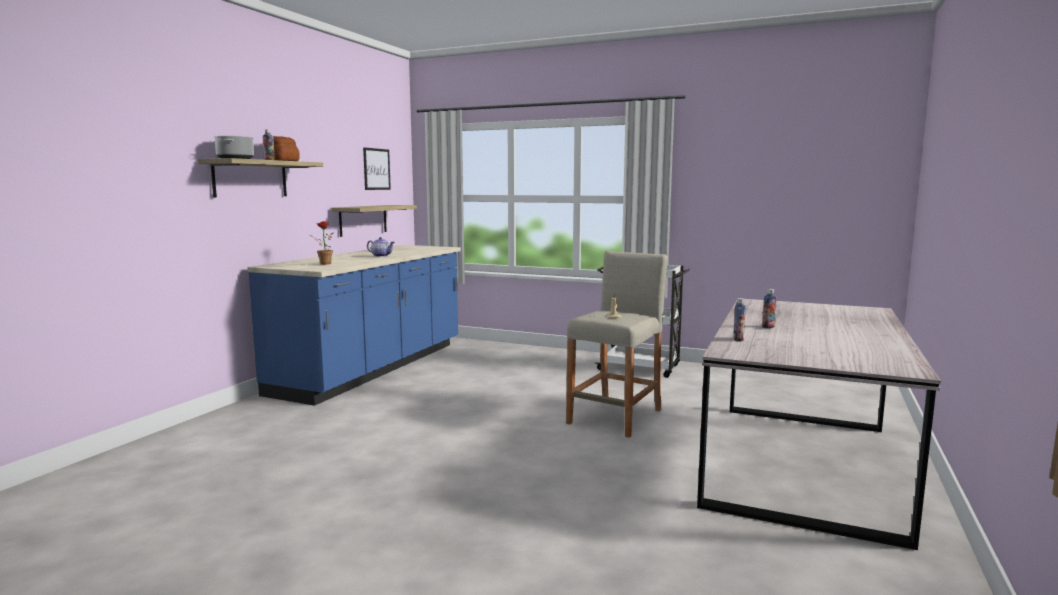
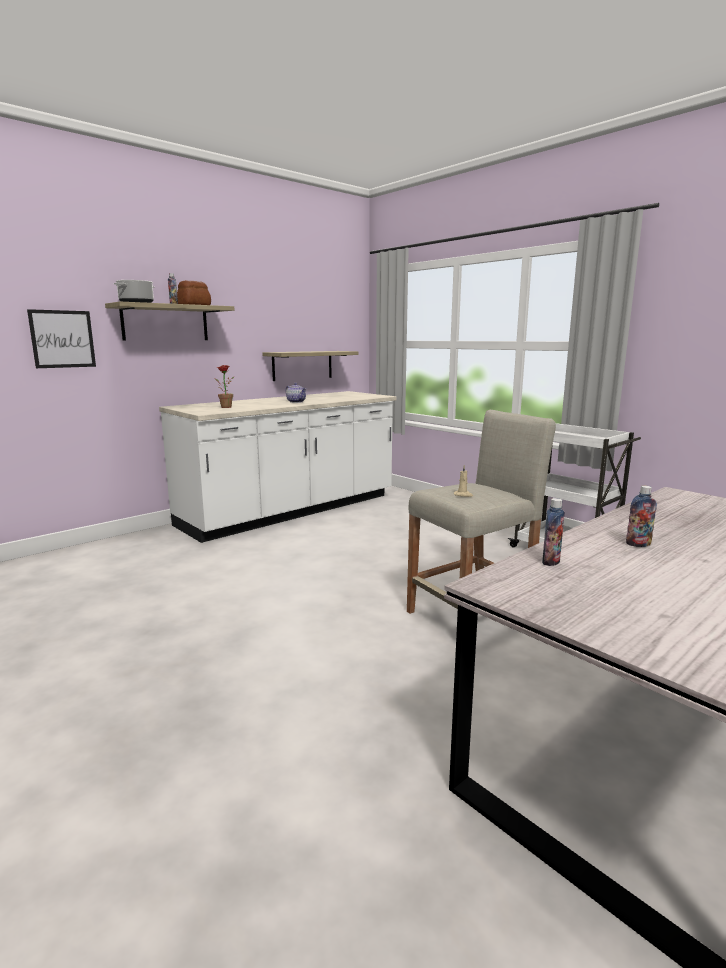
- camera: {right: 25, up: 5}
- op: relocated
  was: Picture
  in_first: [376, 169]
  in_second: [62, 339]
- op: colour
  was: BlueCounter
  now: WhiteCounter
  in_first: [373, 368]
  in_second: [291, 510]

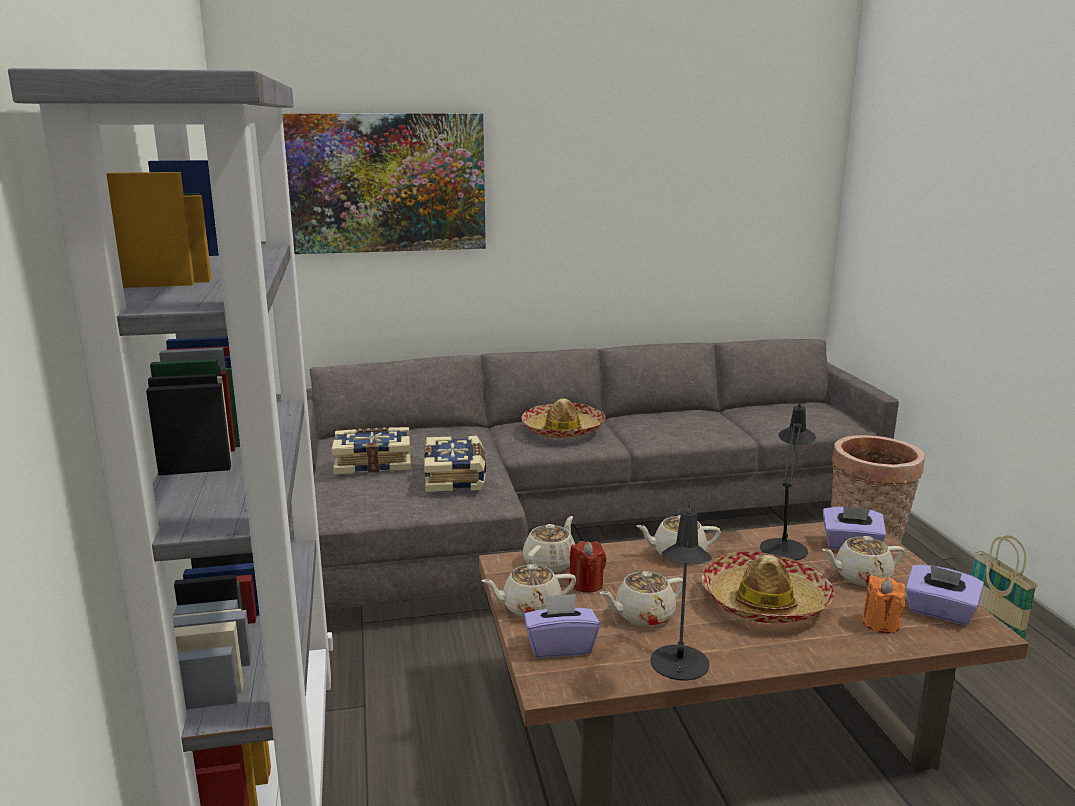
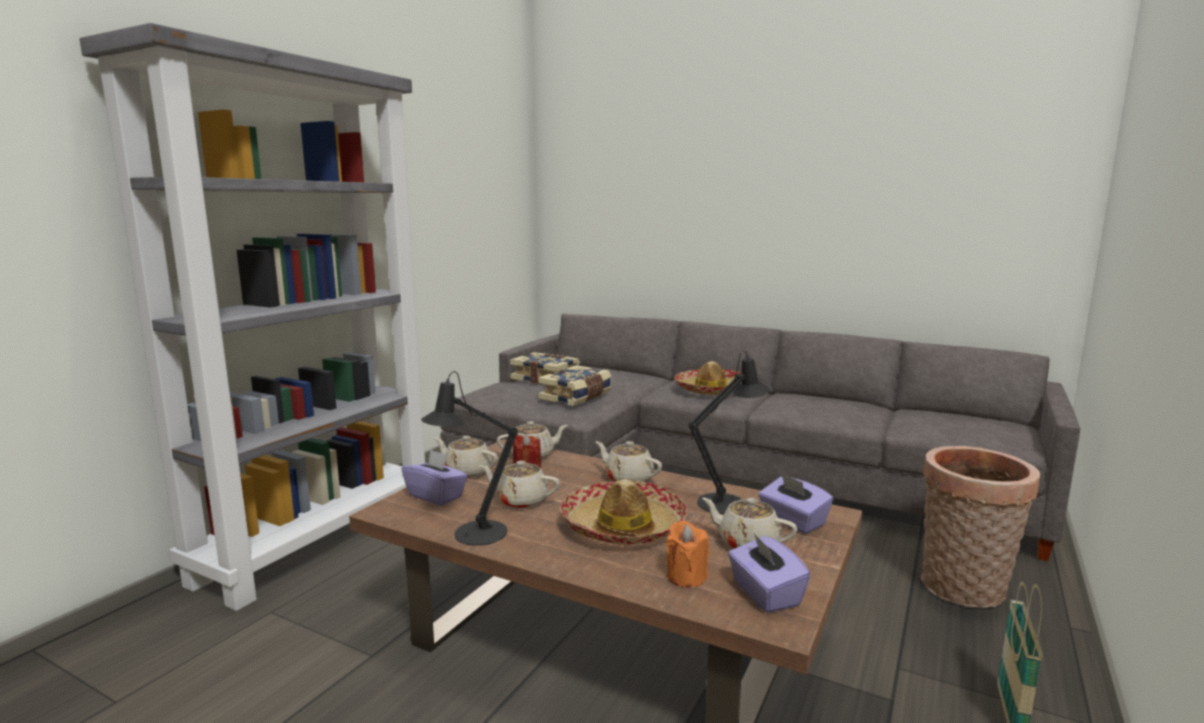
- camera: {right: 40, up: -5}
- op: missing
  was: Picture
  in_first: [384, 183]

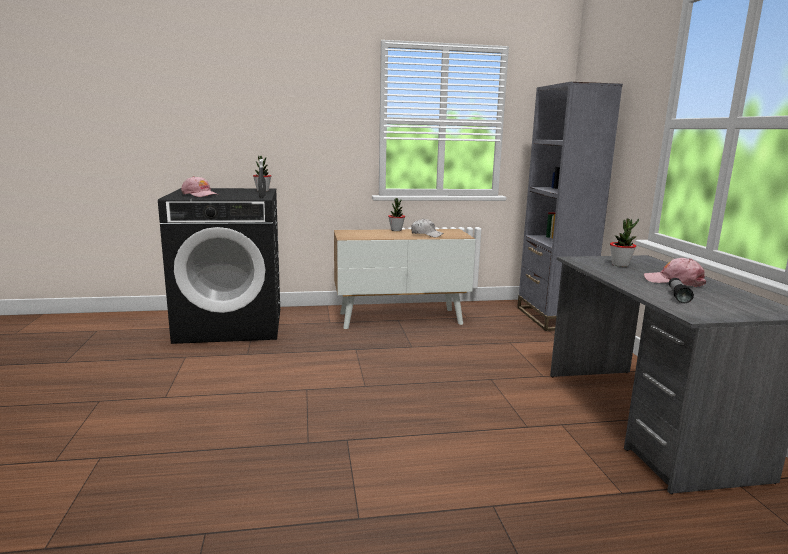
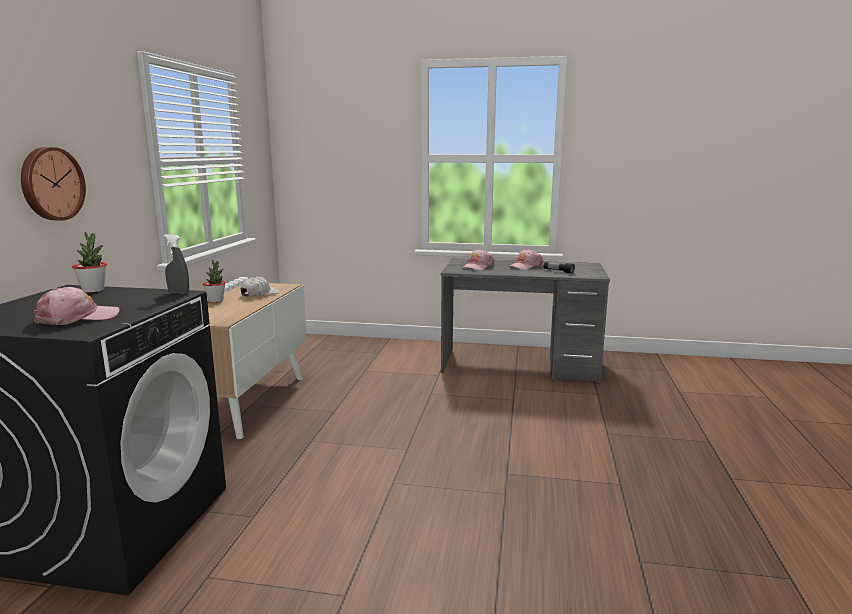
- camera: {right: -70, up: 0}
- op: appeared
  now: WallClock
  in_second: [51, 184]
- op: exchanged
  was: PottedPlant
  now: PinkCap
  in_first: [620, 265]
  in_second: [477, 266]
- op: missing
  was: GreyBookcase
  in_first: [552, 318]

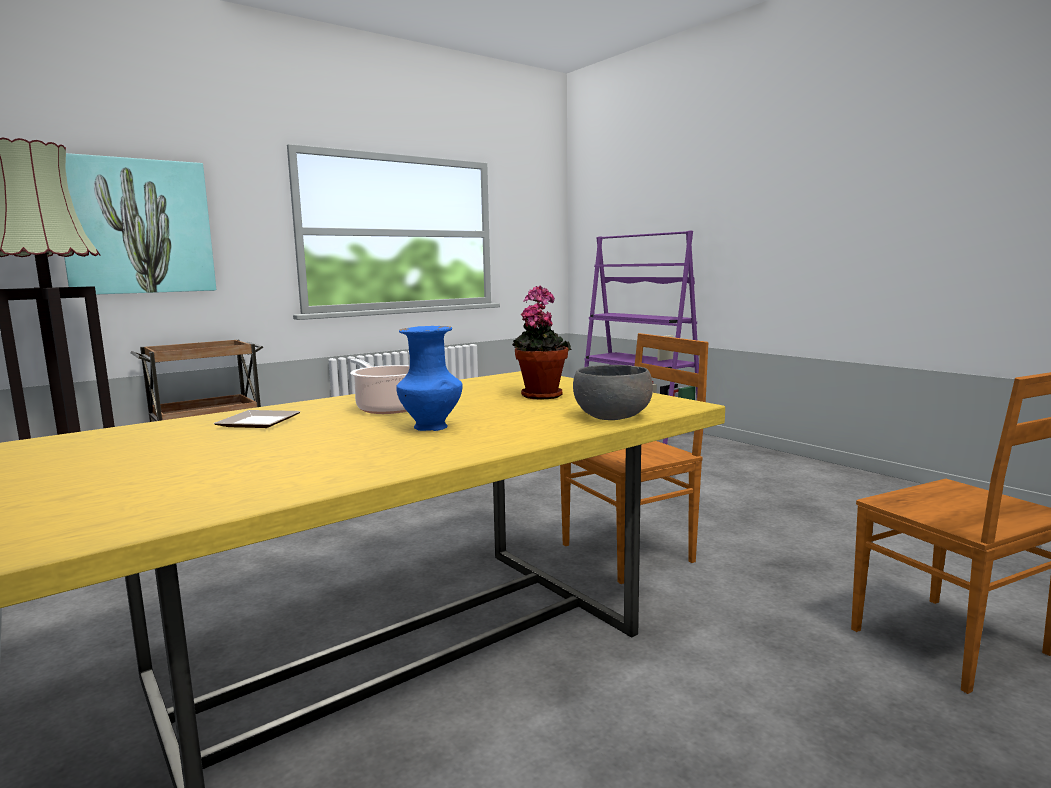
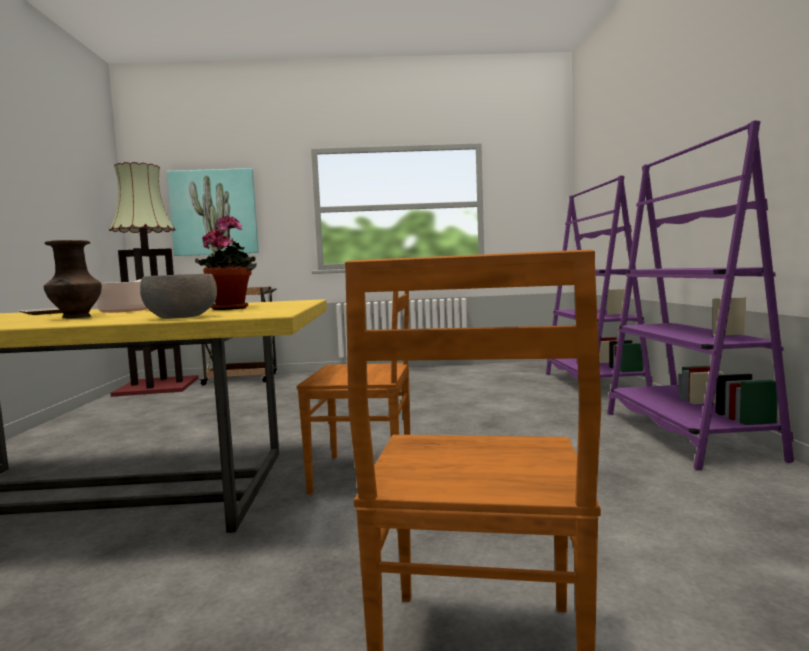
- camera: {right: 35, up: -5}
- op: colour
  was: BlueVase
  now: BrownVase
  in_first: [432, 428]
  in_second: [76, 317]
- op: appeared
  now: PurpleBookcase
  in_second: [686, 435]

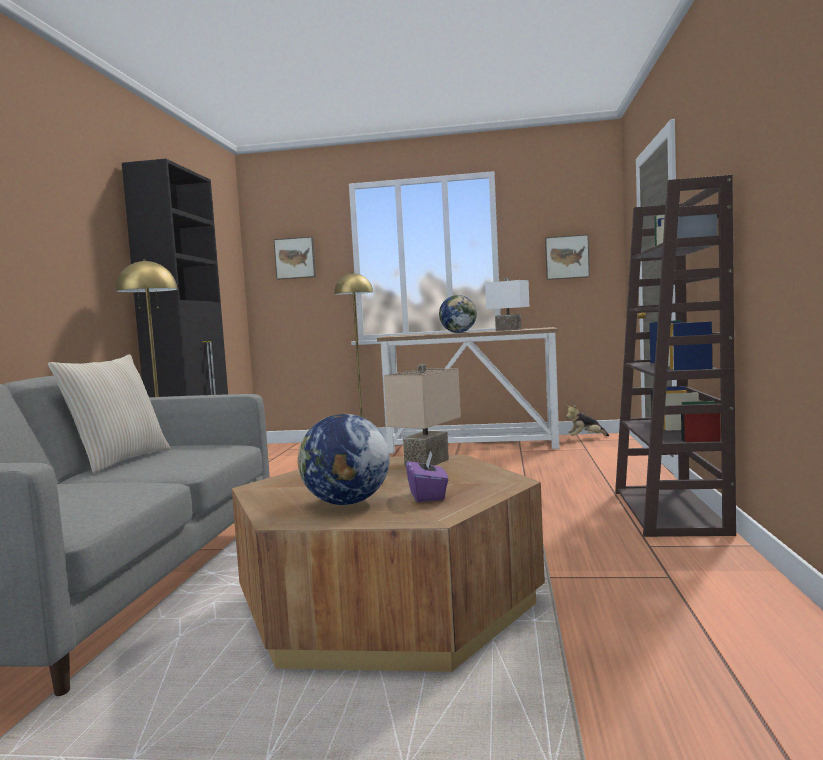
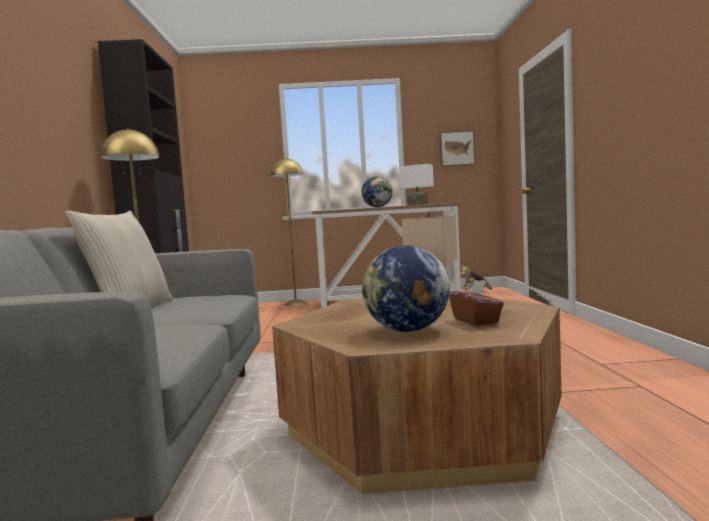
- camera: {right: -10, up: 0}
- op: colour
  was: PurpleTissueBox
  now: BrownTissueBox
  in_first: [427, 495]
  in_second: [476, 321]
- op: missing
  was: Picture
  in_first: [295, 258]
- op: missing
  was: BrownBookcase
  in_first: [670, 512]

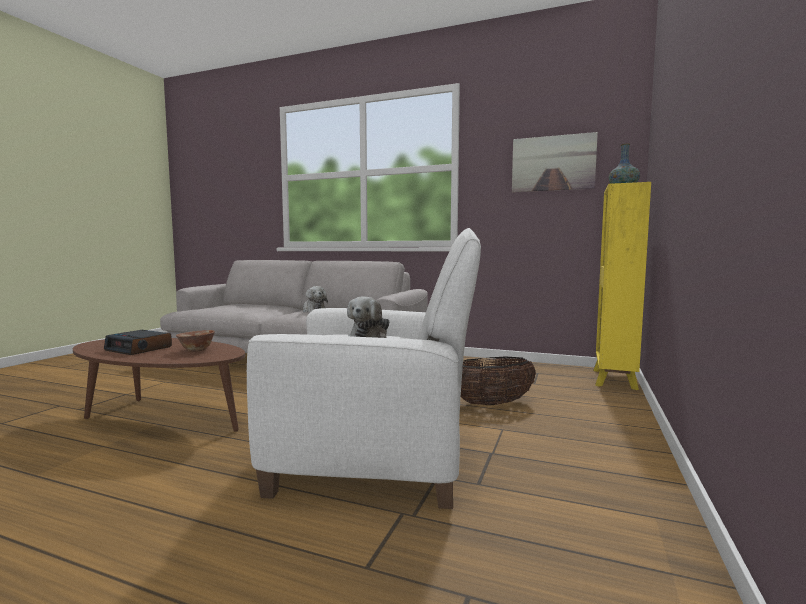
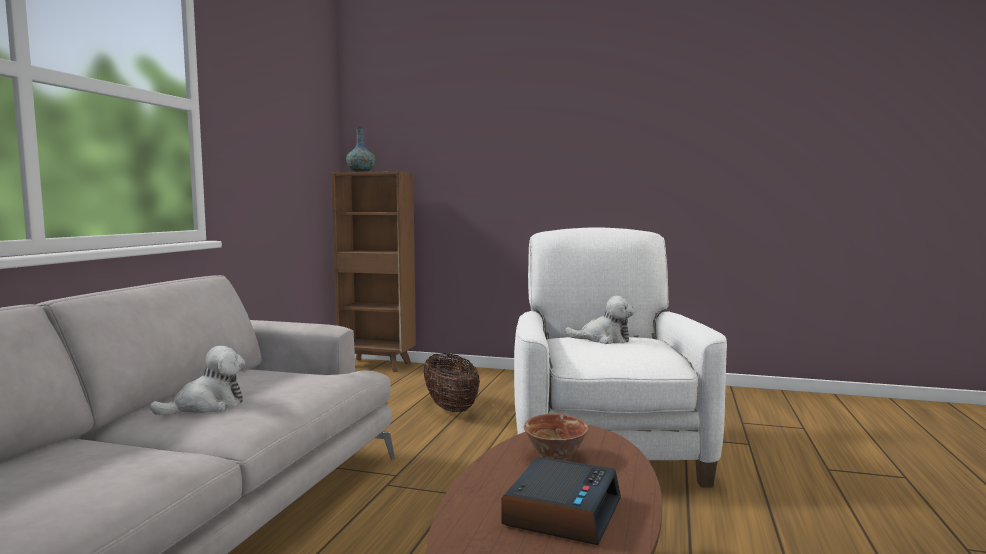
- camera: {right: -95, up: 0}
- op: colour
  was: YellowBookcase
  now: BrownBookcase
  in_first: [614, 380]
  in_second: [377, 365]
- op: missing
  was: Picture
  in_first: [553, 163]

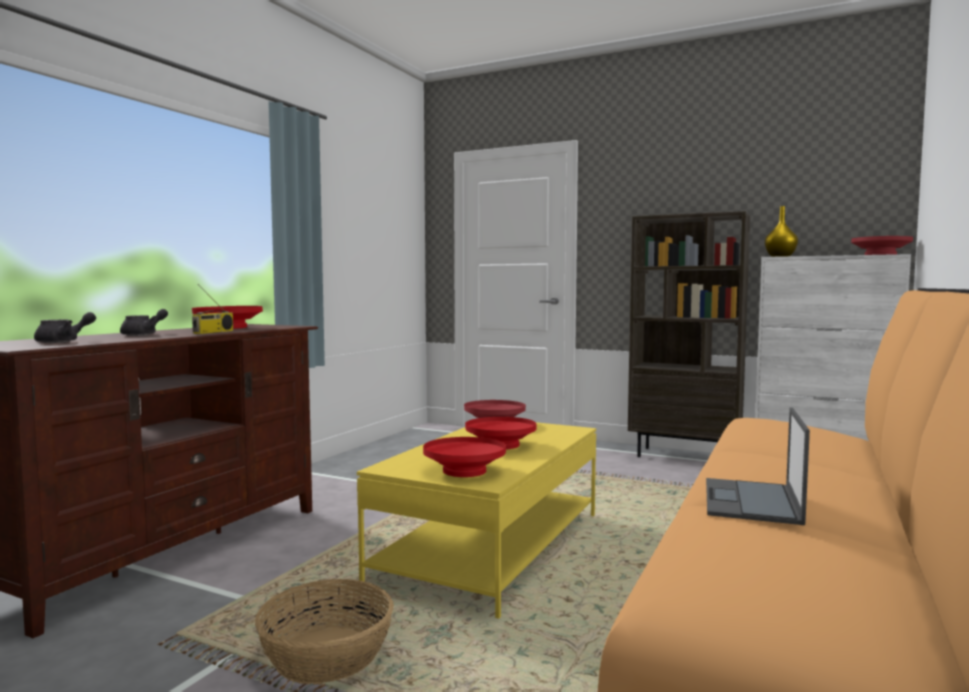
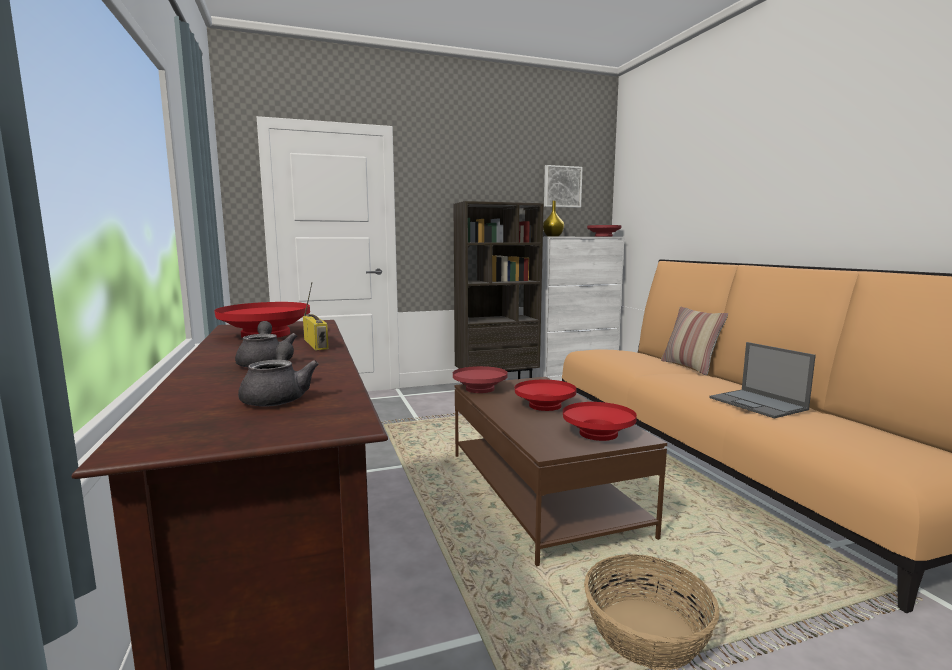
- camera: {right: -45, up: 5}
- op: colour
  was: YellowCoffeeTable
  now: BrownCoffeeTable
  in_first: [492, 547]
  in_second: [541, 492]
- op: appeared
  now: Picture
  in_second: [562, 187]
- op: appeared
  now: Pillow
  in_second: [690, 367]

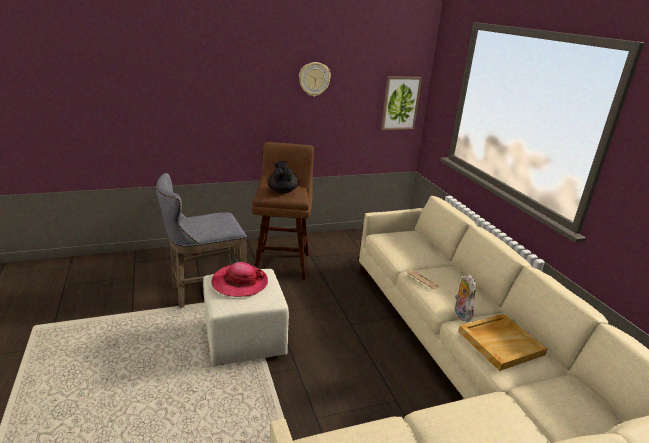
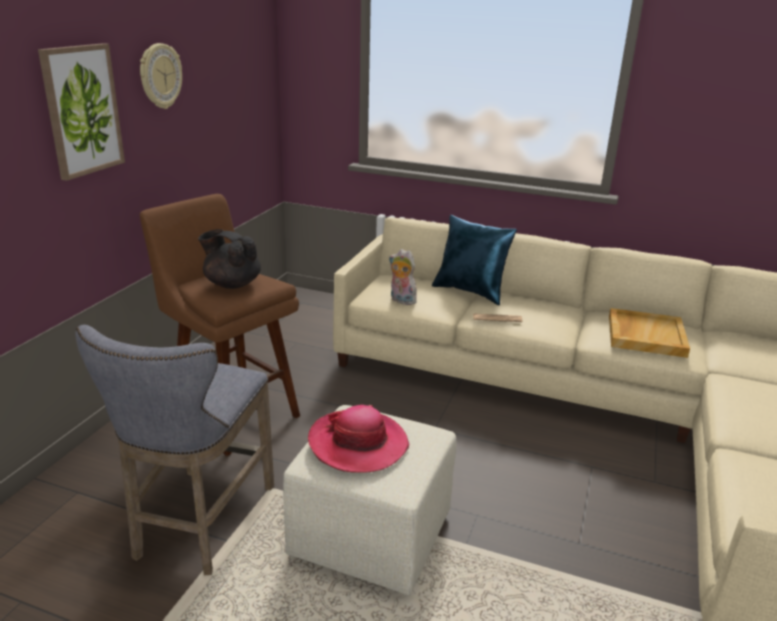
- camera: {right: -50, up: 0}
- op: relocated
  was: Picture
  in_first: [400, 103]
  in_second: [82, 110]
- op: relocated
  was: PlushToy
  in_first: [460, 314]
  in_second: [401, 300]
- op: appeared
  now: BluePillow
  in_second: [471, 292]

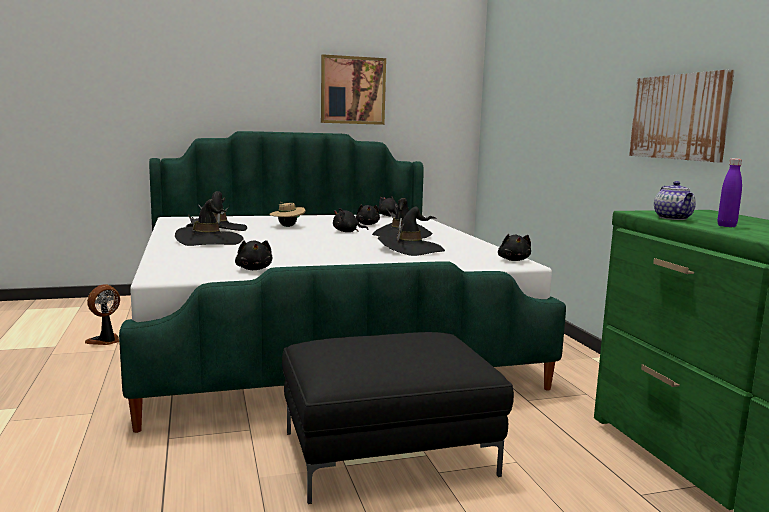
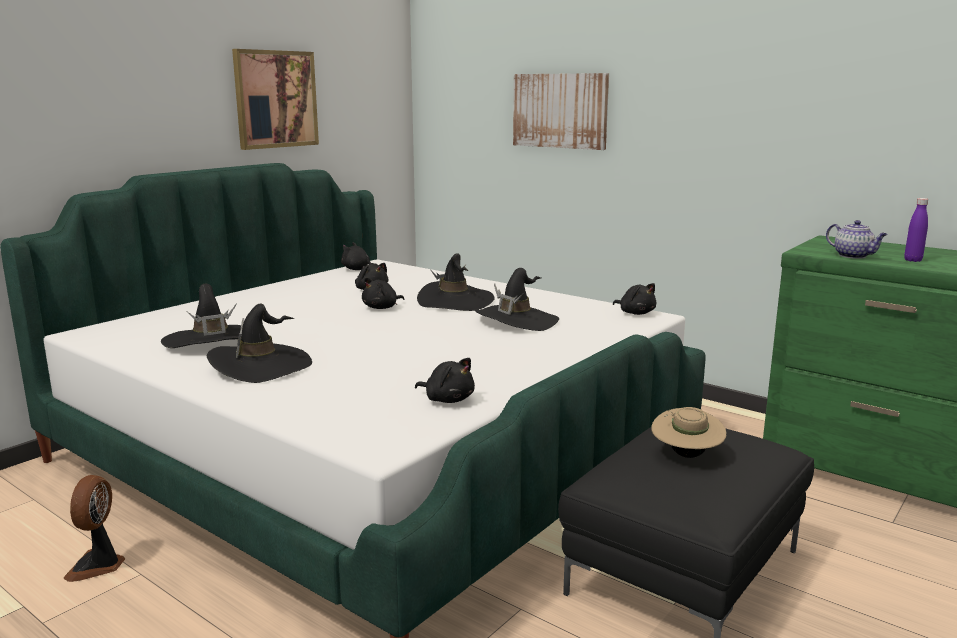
- camera: {right: -35, up: 5}
- op: relocated
  was: Picture
  in_first: [679, 117]
  in_second: [560, 110]
- op: relocated
  was: BeigeHat
  in_first: [287, 226]
  in_second: [686, 455]

